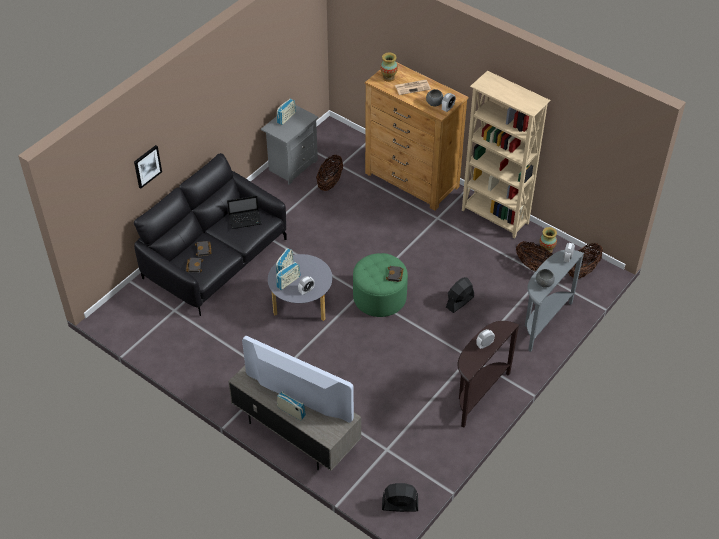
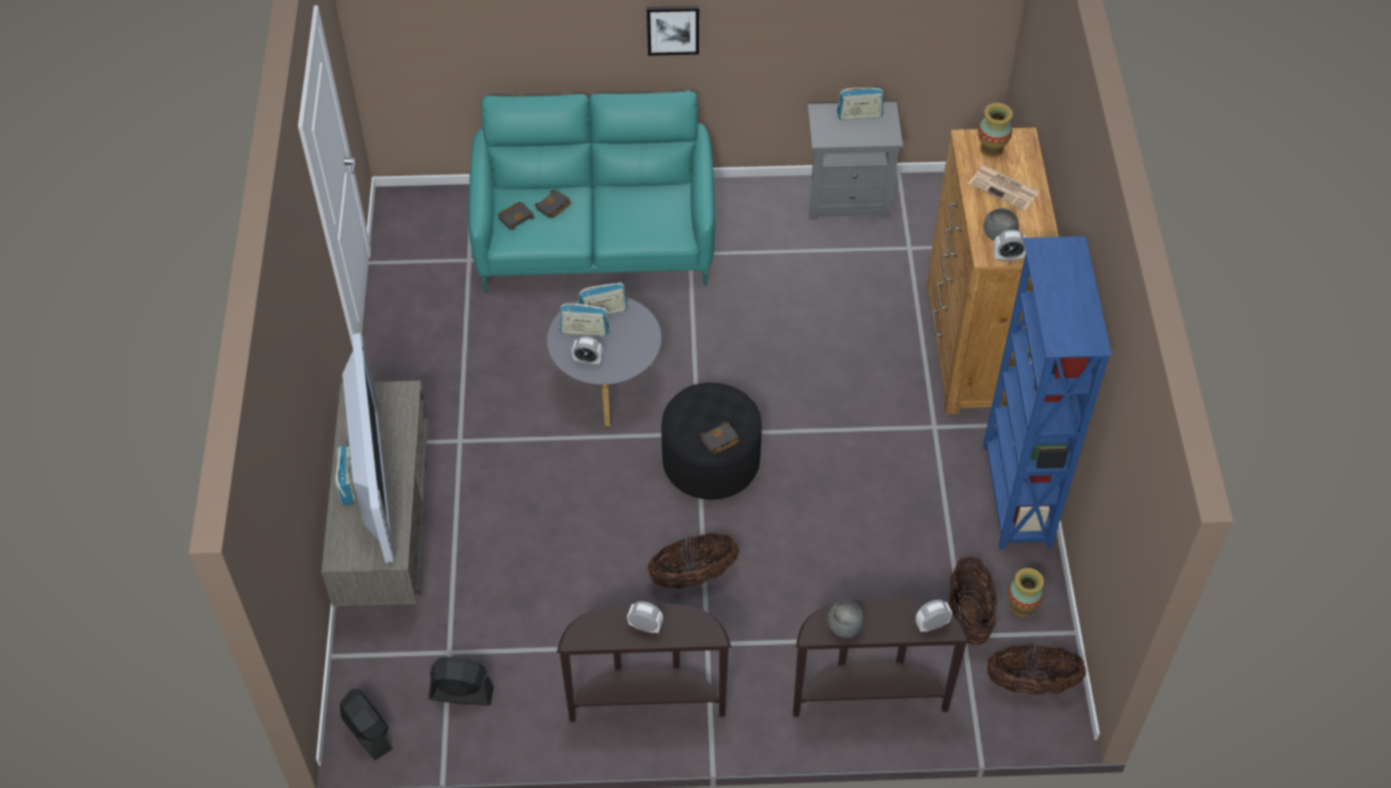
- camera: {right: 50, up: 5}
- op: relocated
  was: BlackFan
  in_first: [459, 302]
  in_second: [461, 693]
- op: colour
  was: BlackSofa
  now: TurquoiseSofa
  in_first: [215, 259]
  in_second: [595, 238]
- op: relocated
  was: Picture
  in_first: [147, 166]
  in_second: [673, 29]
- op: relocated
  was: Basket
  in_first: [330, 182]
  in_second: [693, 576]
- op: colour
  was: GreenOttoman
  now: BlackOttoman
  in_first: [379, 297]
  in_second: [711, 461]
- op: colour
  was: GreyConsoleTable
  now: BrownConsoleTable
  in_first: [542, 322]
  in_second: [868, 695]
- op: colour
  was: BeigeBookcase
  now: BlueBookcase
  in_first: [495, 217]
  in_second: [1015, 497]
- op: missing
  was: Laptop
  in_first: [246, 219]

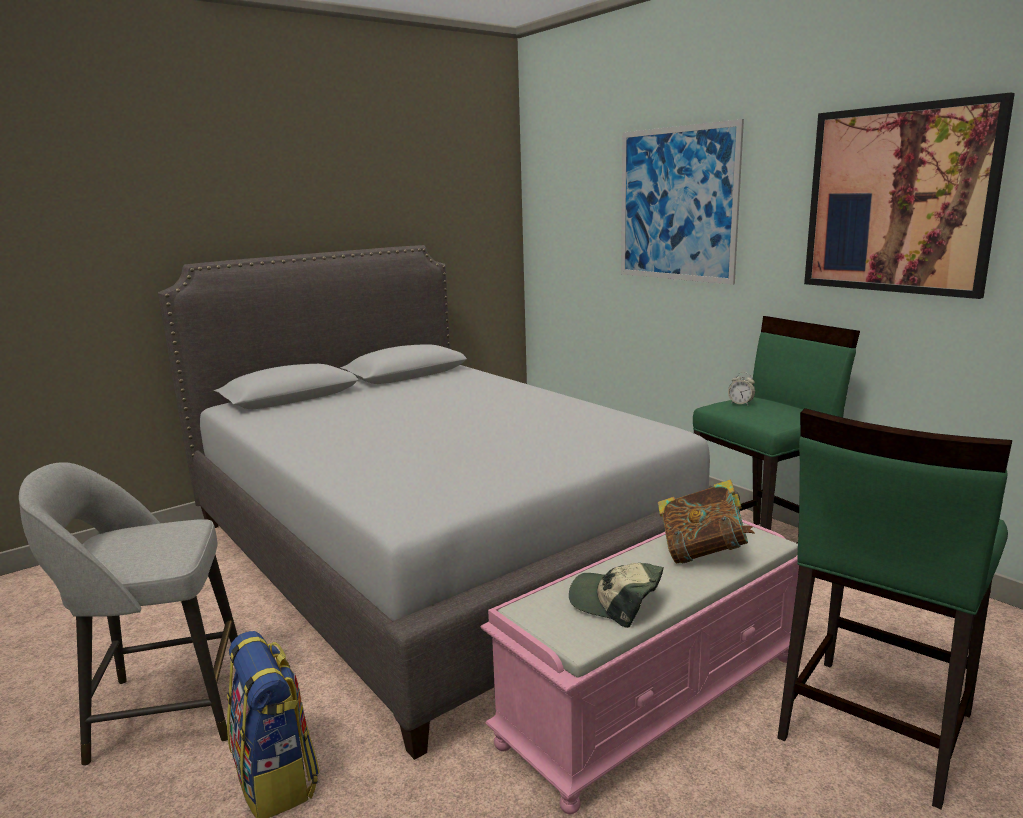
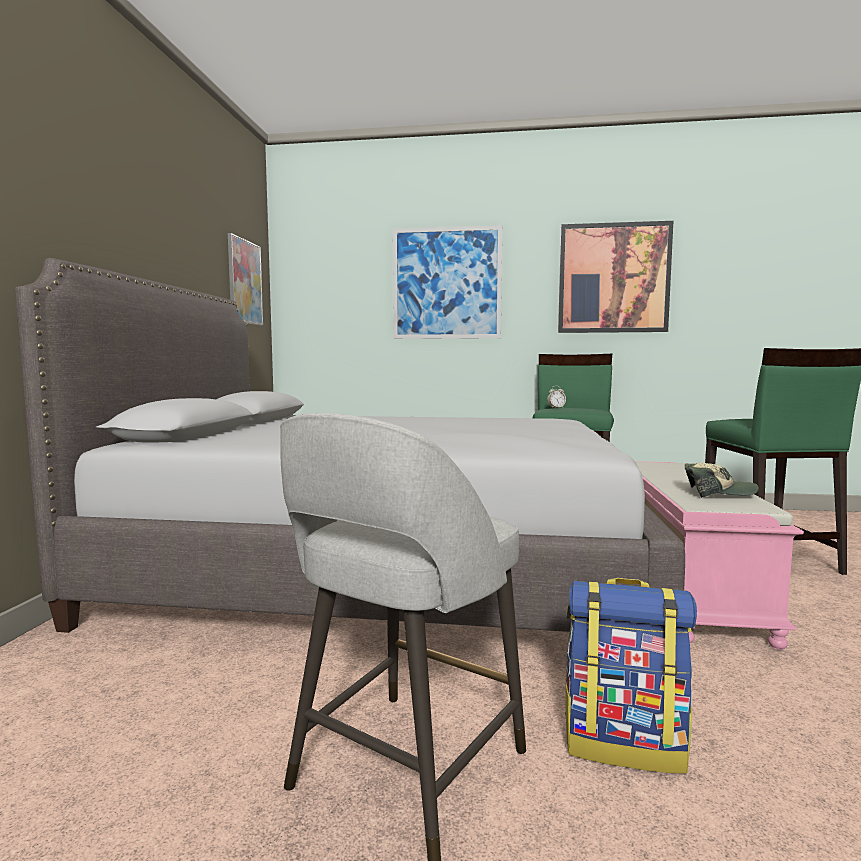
- camera: {right: -45, up: -10}
- op: appeared
  now: Picture
  in_second: [244, 282]
- op: spun
  was: Cap
  in_first: [616, 602]
  in_second: [718, 493]
  clockwise: -150
- op: missing
  was: Book
  in_first: [702, 553]

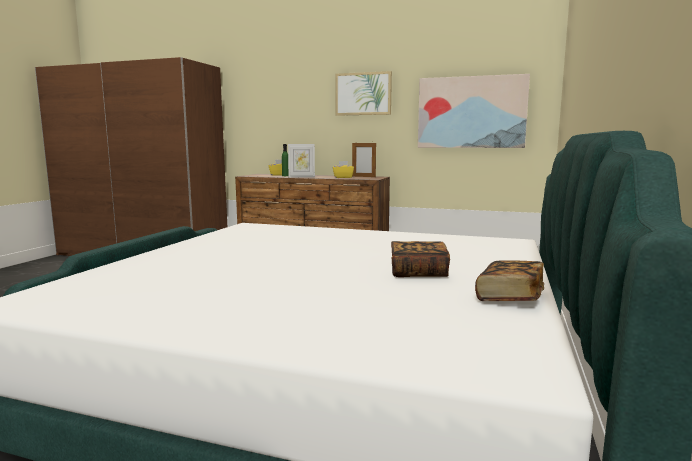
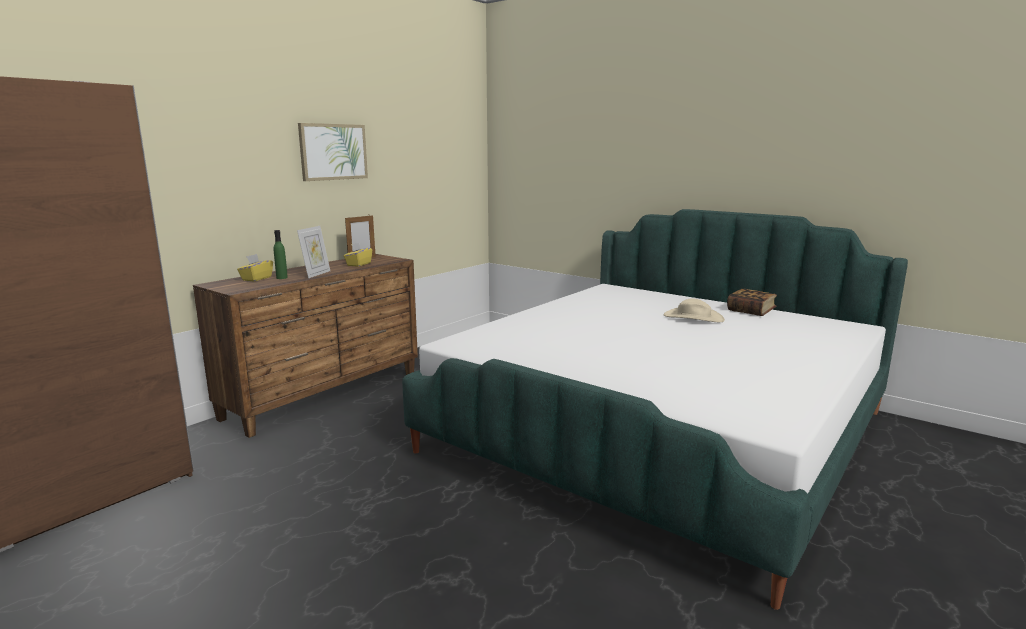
- camera: {right: -70, up: 5}
- op: exchanged
  was: Book
  now: BeigeHat
  in_first: [418, 272]
  in_second: [693, 317]
- op: missing
  was: Picture
  in_first: [471, 112]

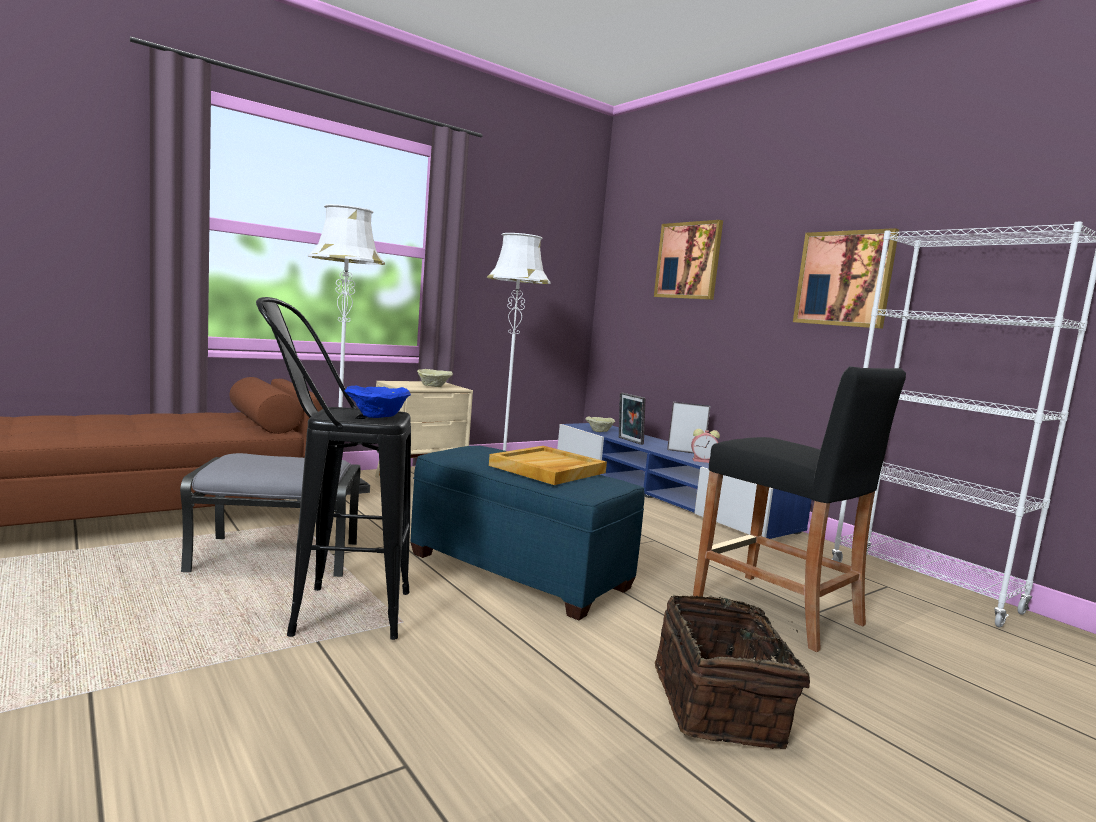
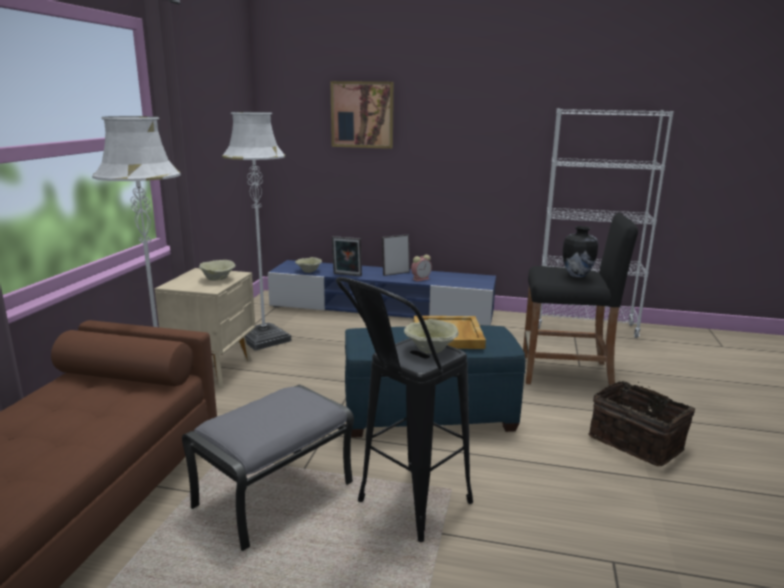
- camera: {right: -40, up: 10}
- op: colour
  was: BlueBowl
  now: BeigeBowl
  in_first: [376, 416]
  in_second: [429, 350]
- op: appeared
  now: Vase
  in_second: [576, 275]
- op: missing
  was: Picture
  in_first: [844, 279]

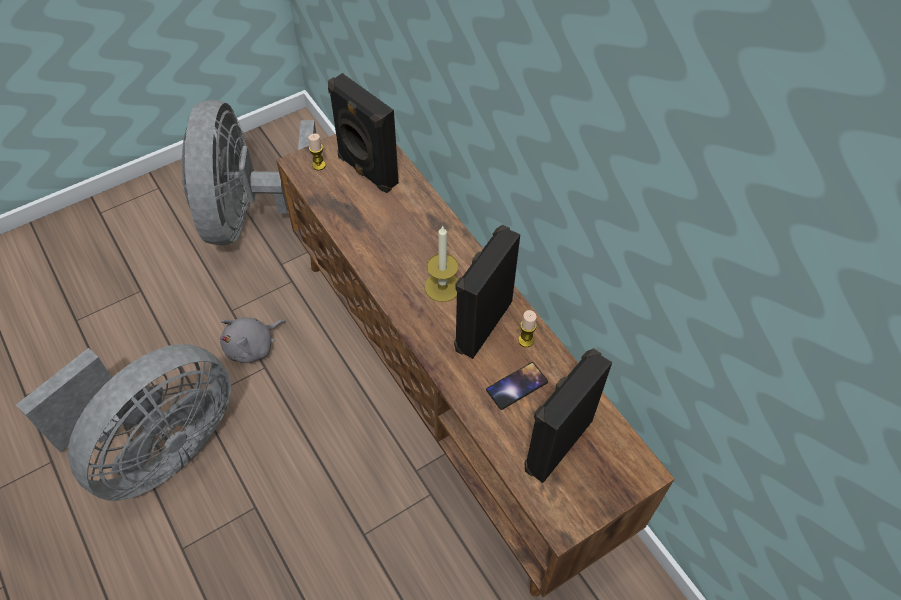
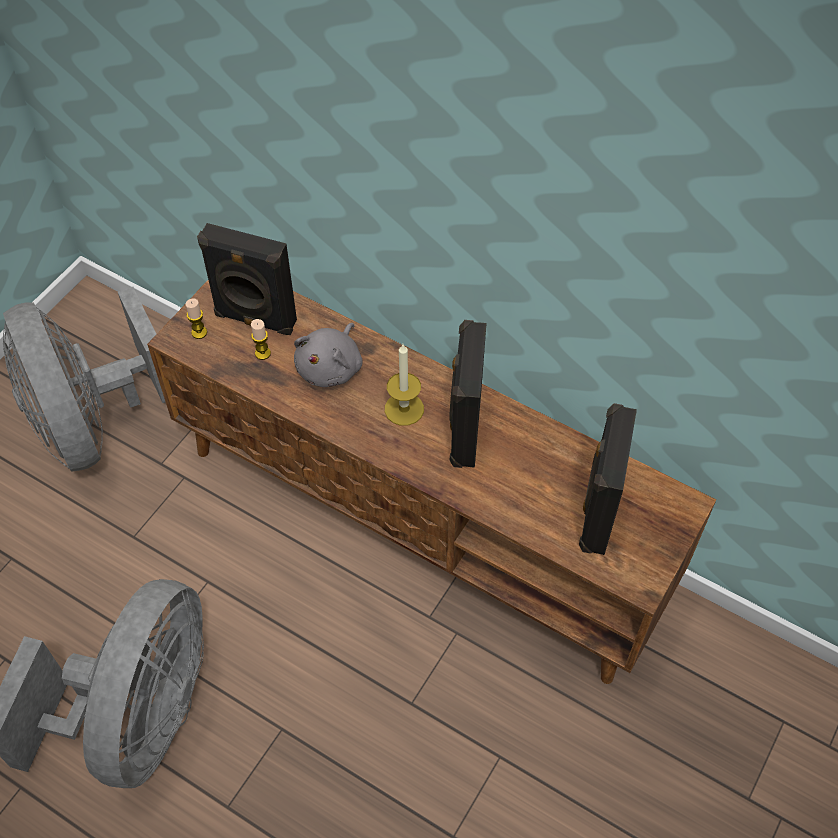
- camera: {right: -25, up: 0}
- op: relocated
  was: Candle
  in_first: [526, 340]
  in_second: [262, 353]
- op: relocated
  was: GreyPlushToy
  in_first: [253, 346]
  in_second: [331, 367]
- op: missing
  was: Phone
  in_first: [516, 386]

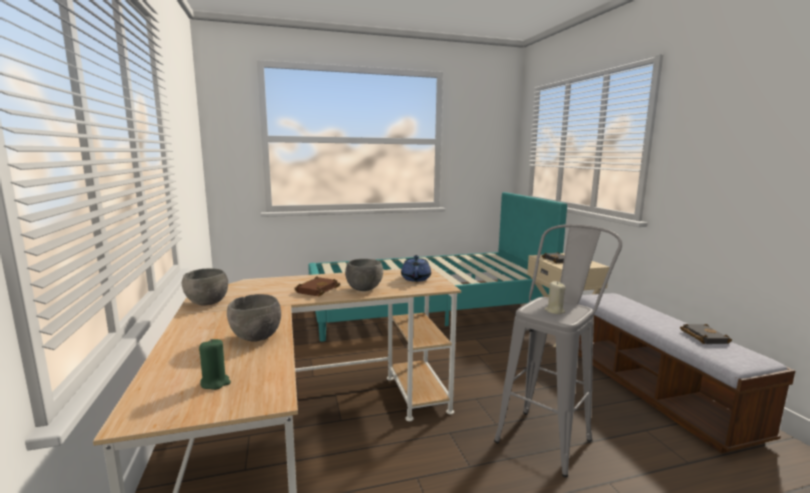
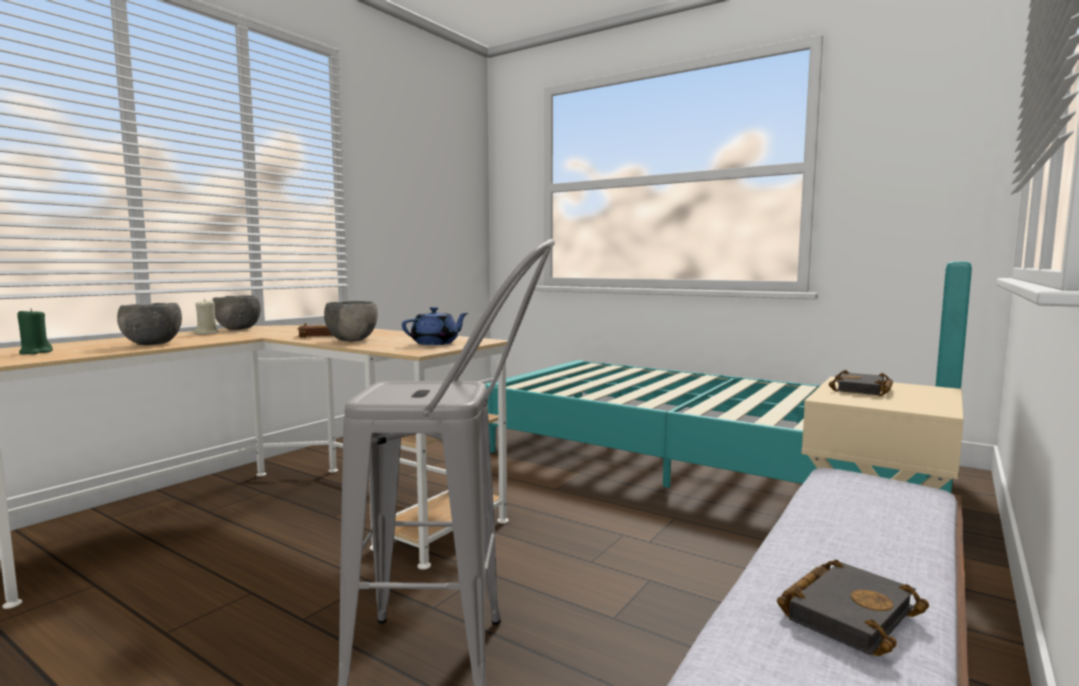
- camera: {right: 50, up: -5}
- op: relocated
  was: BeigeCandle
  in_first: [554, 311]
  in_second: [207, 333]

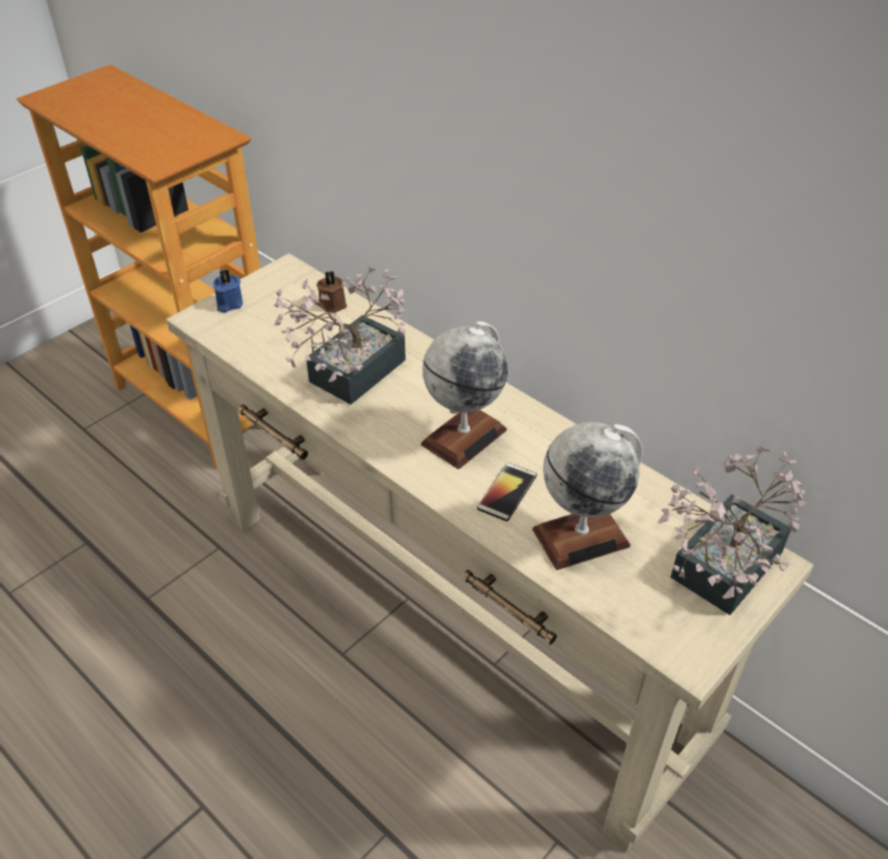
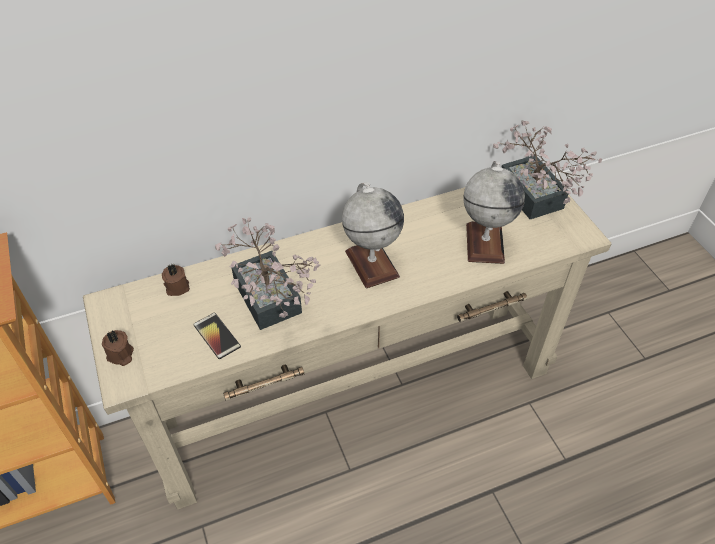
- camera: {right: -65, up: 5}
- op: colour
  was: BlueCandle
  now: BrownCandle
  in_first: [228, 303]
  in_second: [120, 355]
- op: relocated
  was: Phone
  in_first: [507, 492]
  in_second: [217, 336]

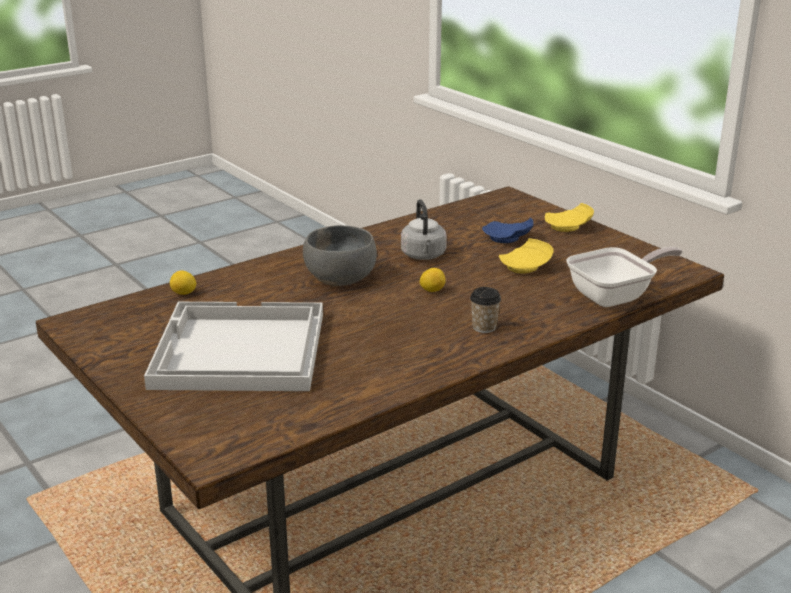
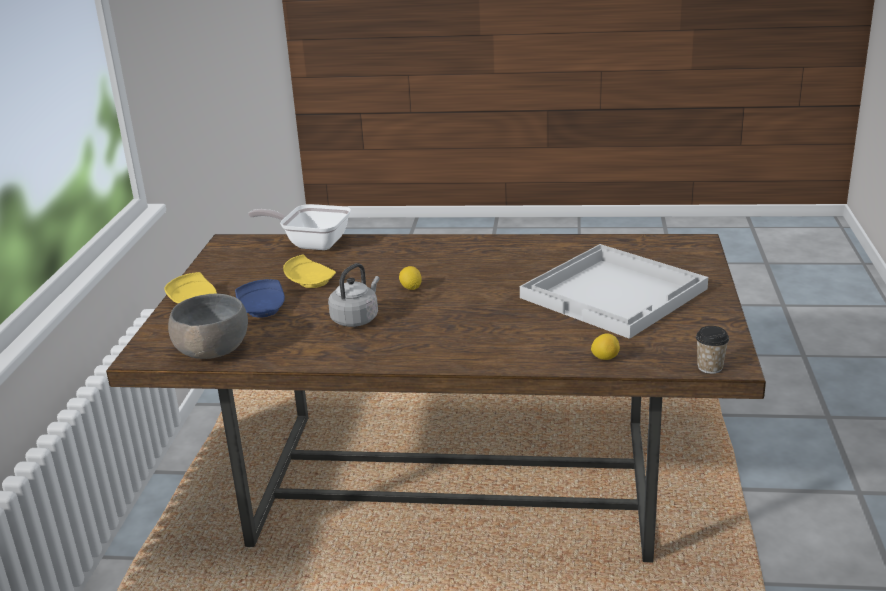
- camera: {right: -135, up: 0}
- op: relocated
  was: GreyBowl
  in_first: [340, 278]
  in_second: [212, 350]
- op: relocated
  was: Cup
  in_first: [484, 327]
  in_second: [710, 367]

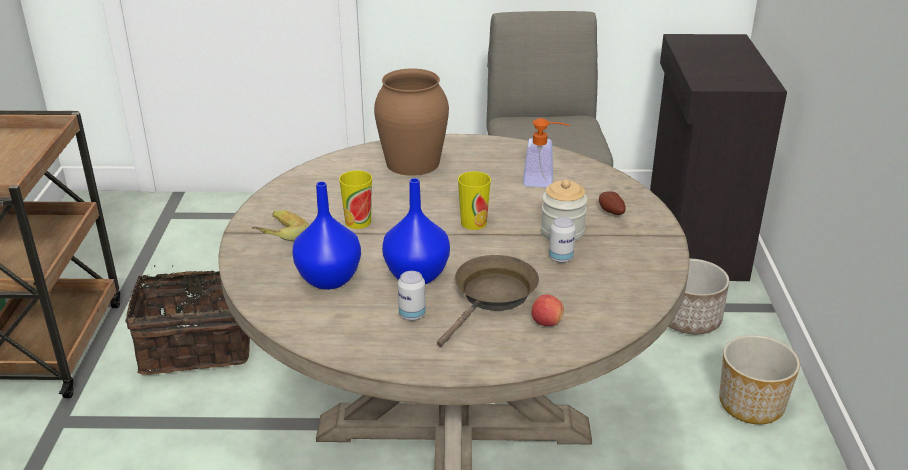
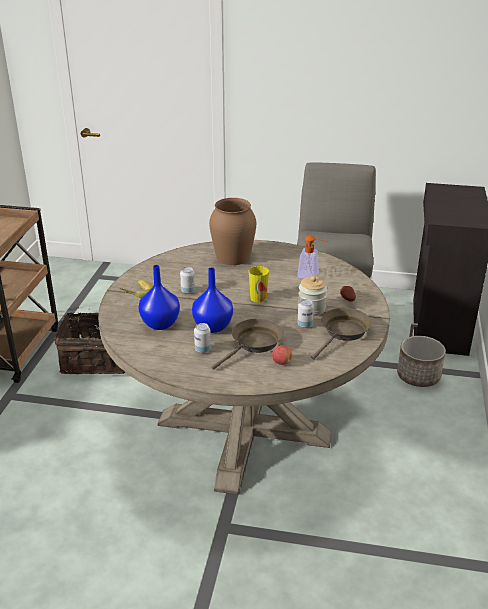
- camera: {right: 10, up: 0}
- op: exchanged
  was: Cup
  now: Can
  in_first: [358, 222]
  in_second: [188, 291]
- op: appeared
  now: BrownFryingPan
  in_second: [343, 332]
- op: missing
  was: Planter
  in_first: [750, 404]

